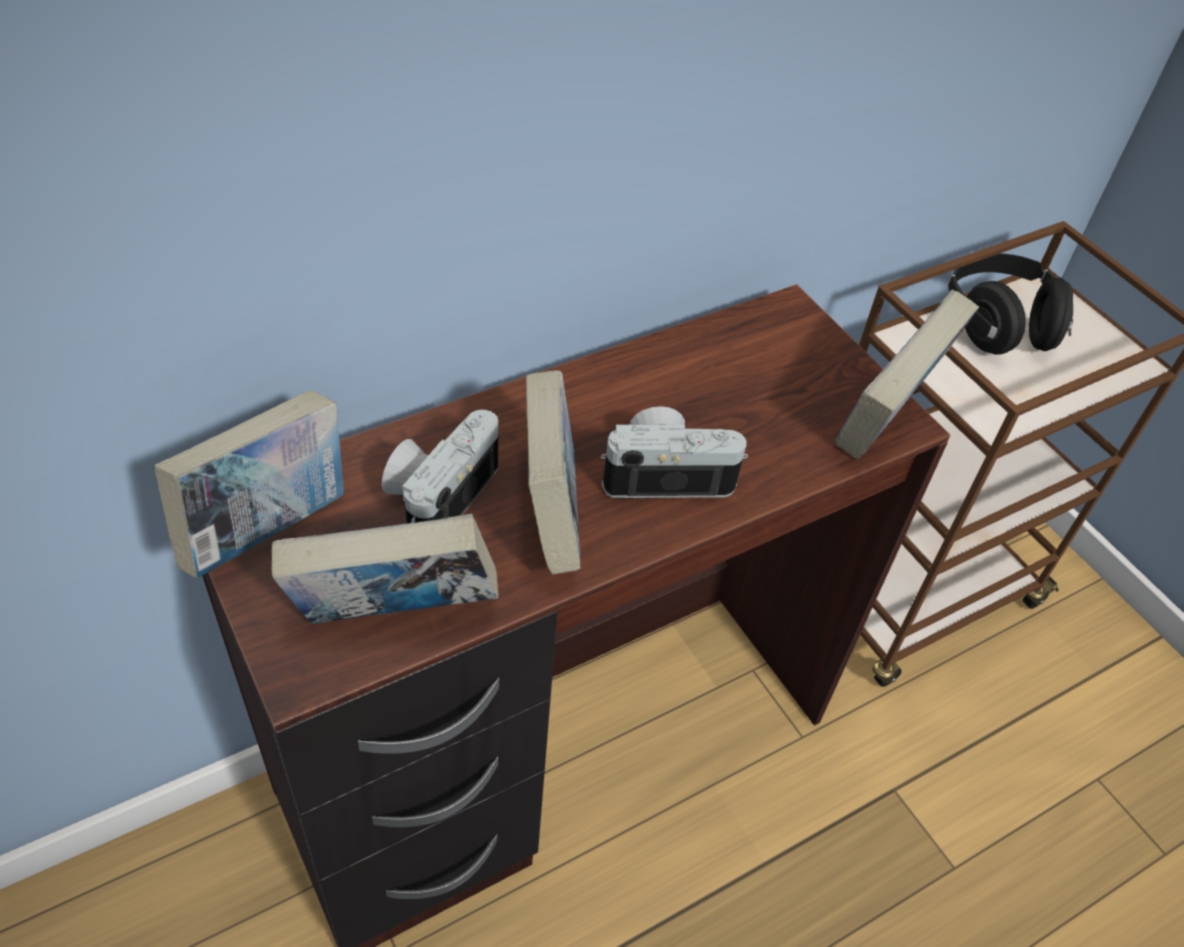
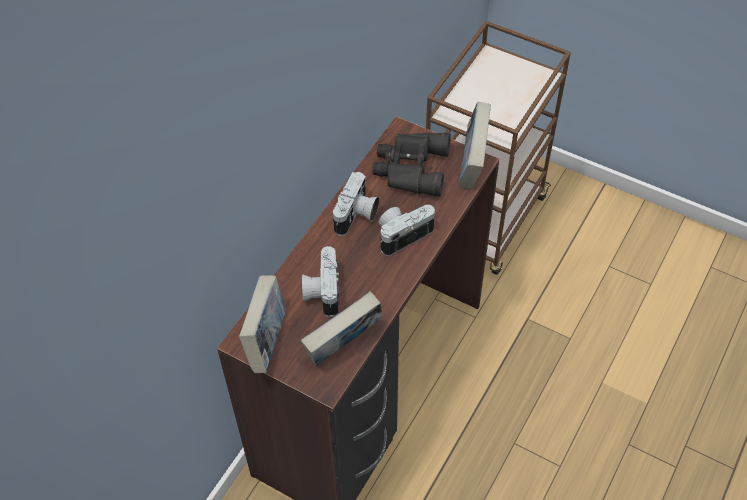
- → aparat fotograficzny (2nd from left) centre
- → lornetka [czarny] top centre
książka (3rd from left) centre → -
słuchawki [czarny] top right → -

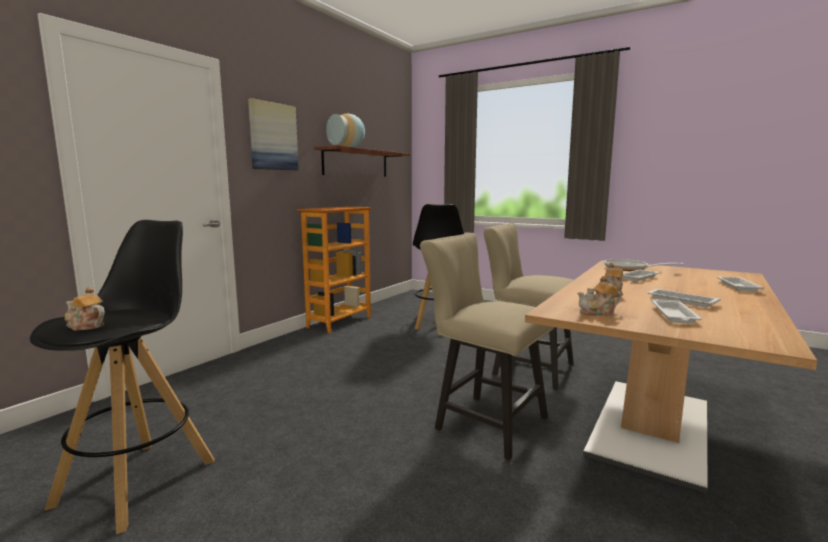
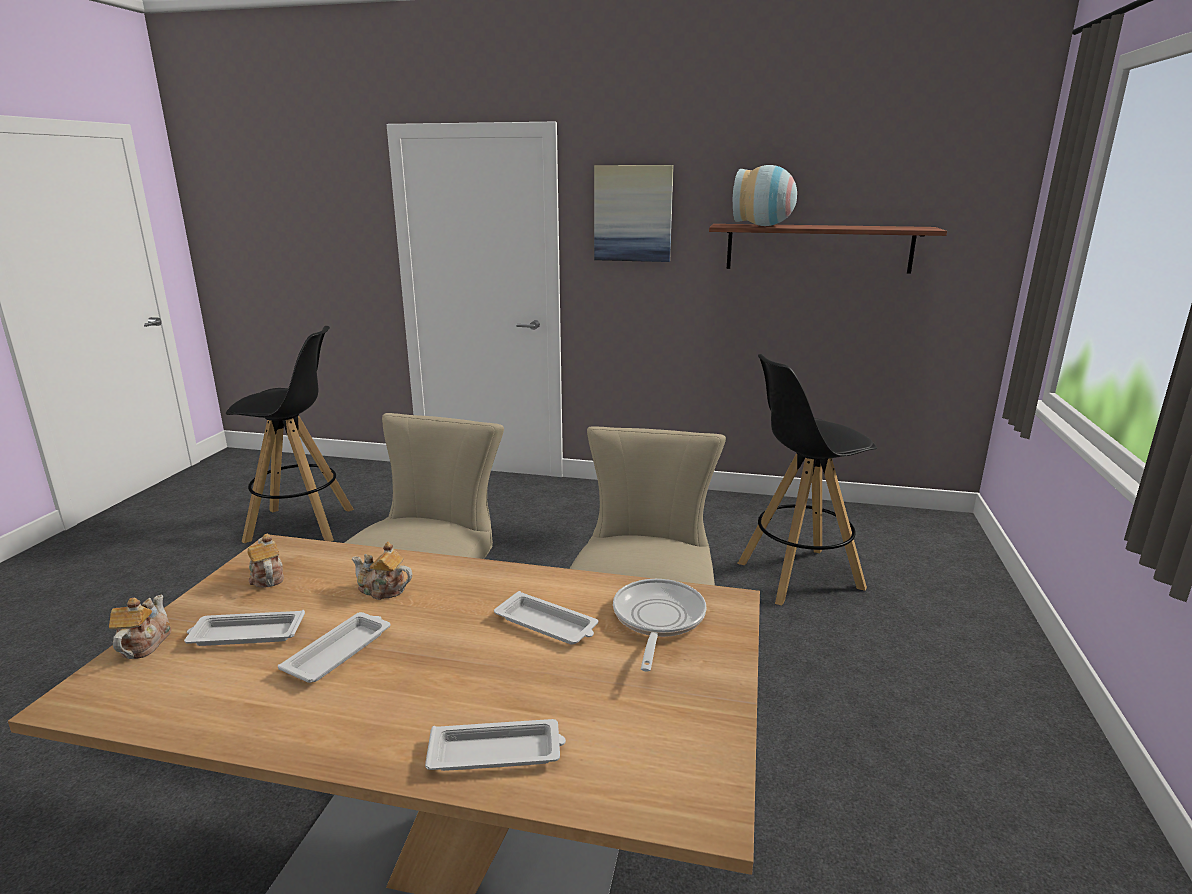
imbryk (1st from left) middle left → imbryk (1st from left) bottom left, move
regał centre → -

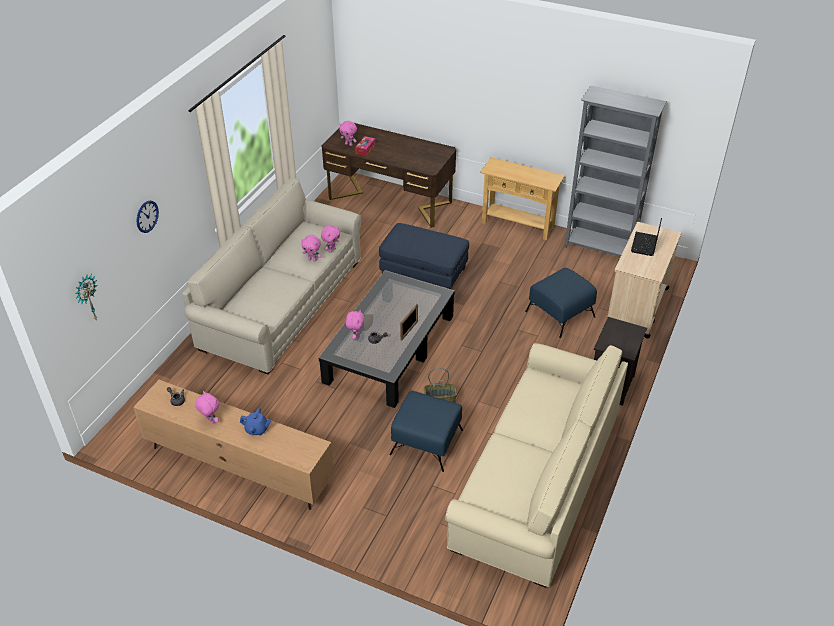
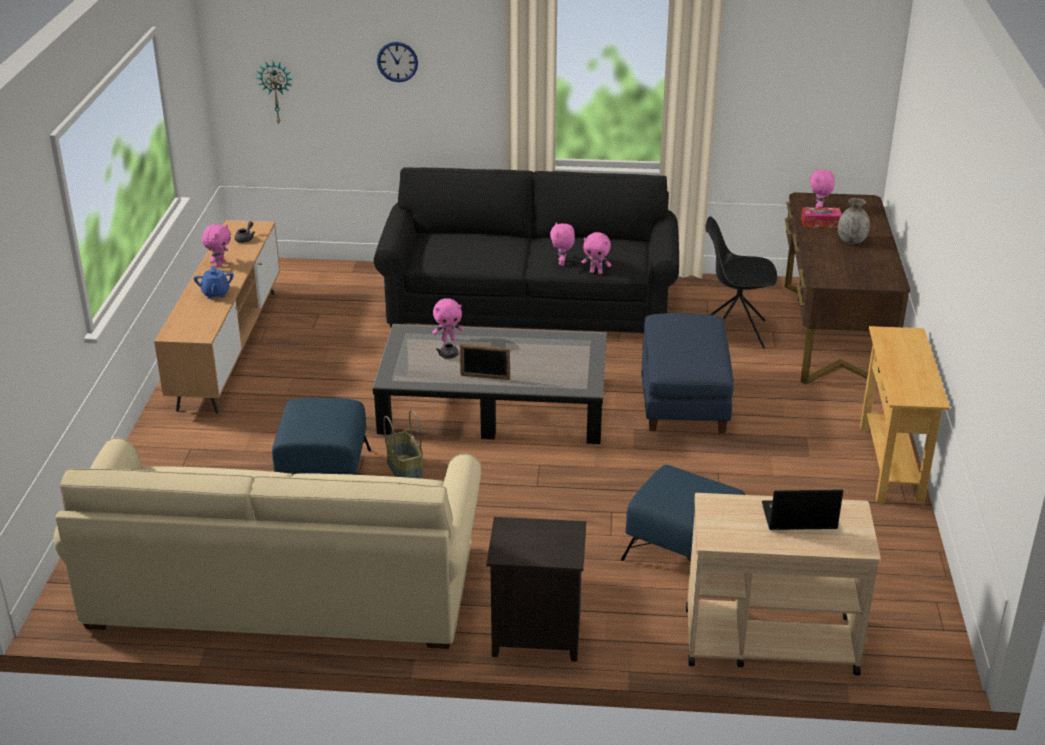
kanapa [beżowy] (1st from left) middle left → kanapa [czarny] centre
- → krzesło [czarny] middle right
- → wazon [szary] top right
regał [szary] top right → -

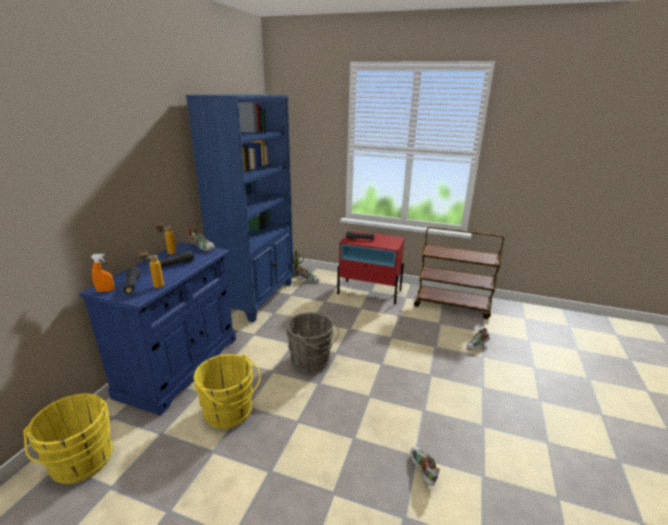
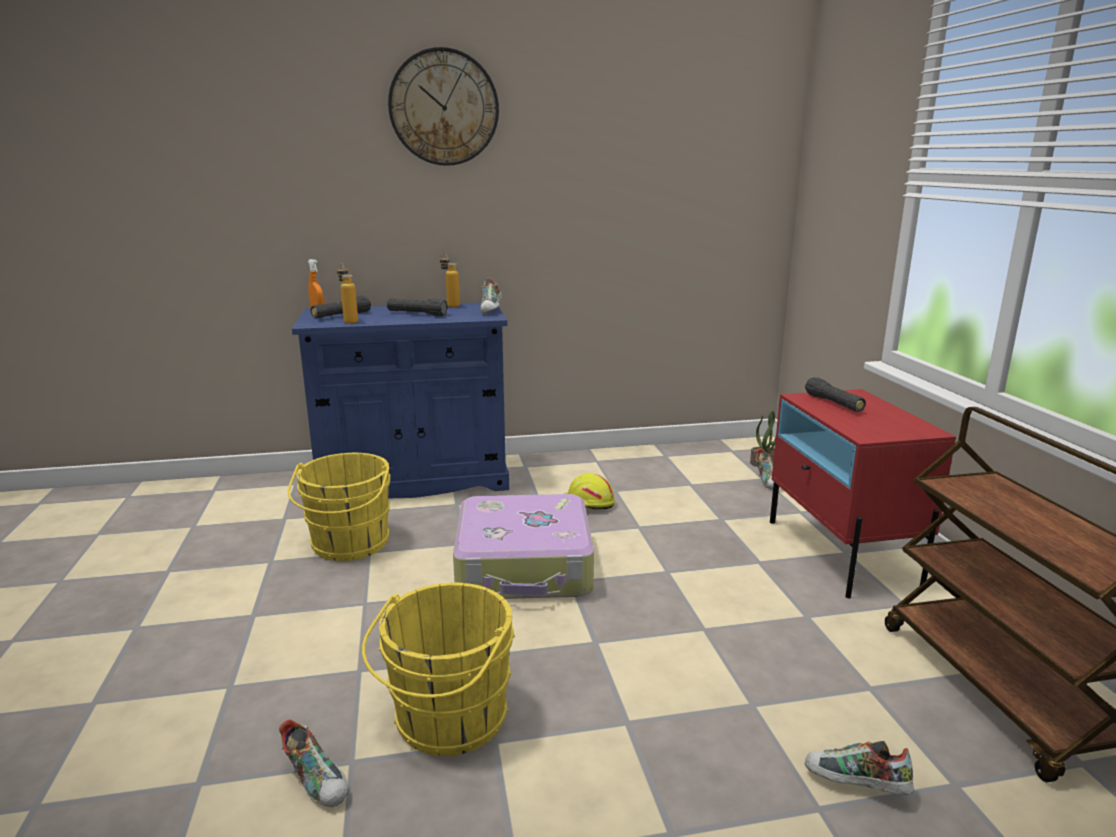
but (3rd from left in the first image) bottom centre → but (1st from left) bottom left, 90 degrees clockwise
wiadro [żółty] (1st from left in the first image) bottom left → wiadro [żółty] (2nd from left) bottom centre, move
- → zegar ścienny top centre
wiadro [szary] centre → walizka centre
- → kask [żółty] centre
regał [niebieski] centre → -

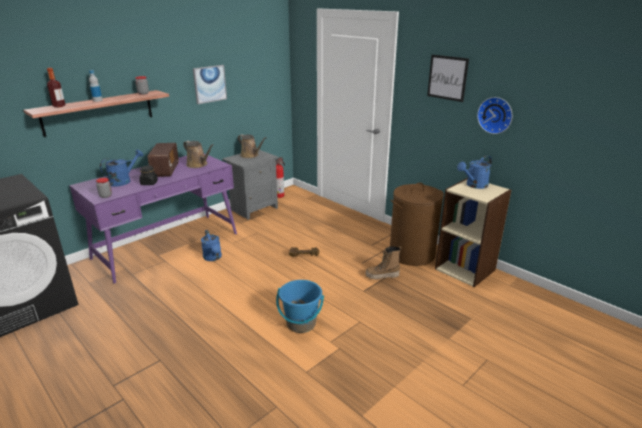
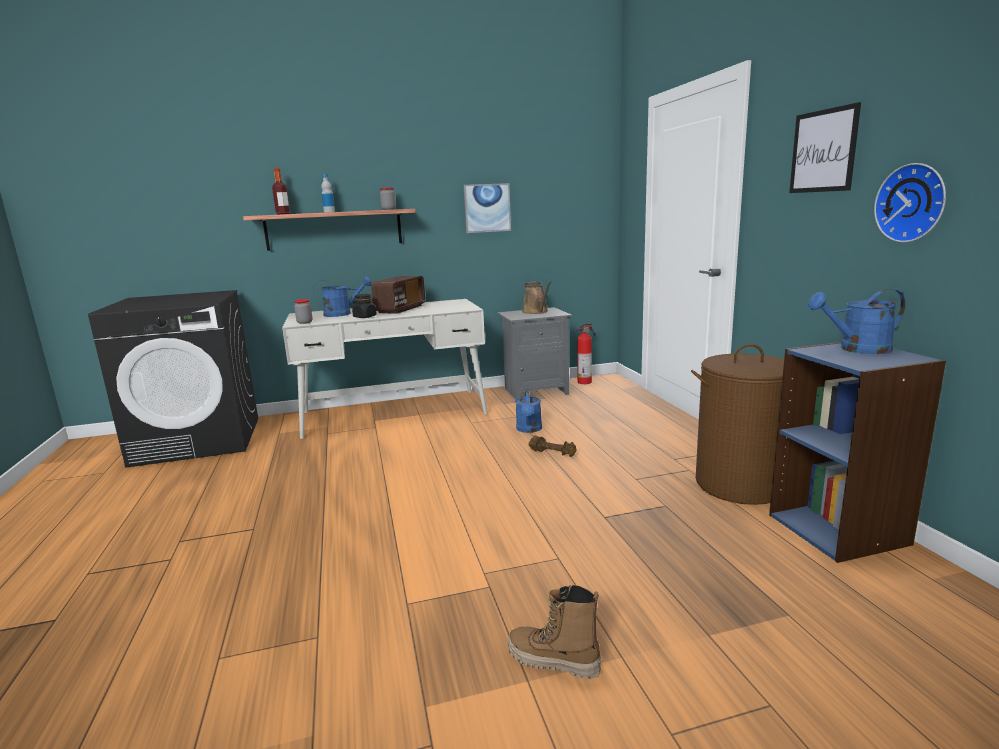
biurko [fioletowy] middle left → biurko [biały] centre
but z cholewką centre → but z cholewką bottom centre, move
konewka [niebieski] (2nd from left) middle left → konewka [niebieski] (2nd from left) centre, move
regał [beżowy] middle right → regał [niebieski] middle right
konewka [brązowy] (1st from left) middle left → -
wiadro [niebieski] bottom centre → -

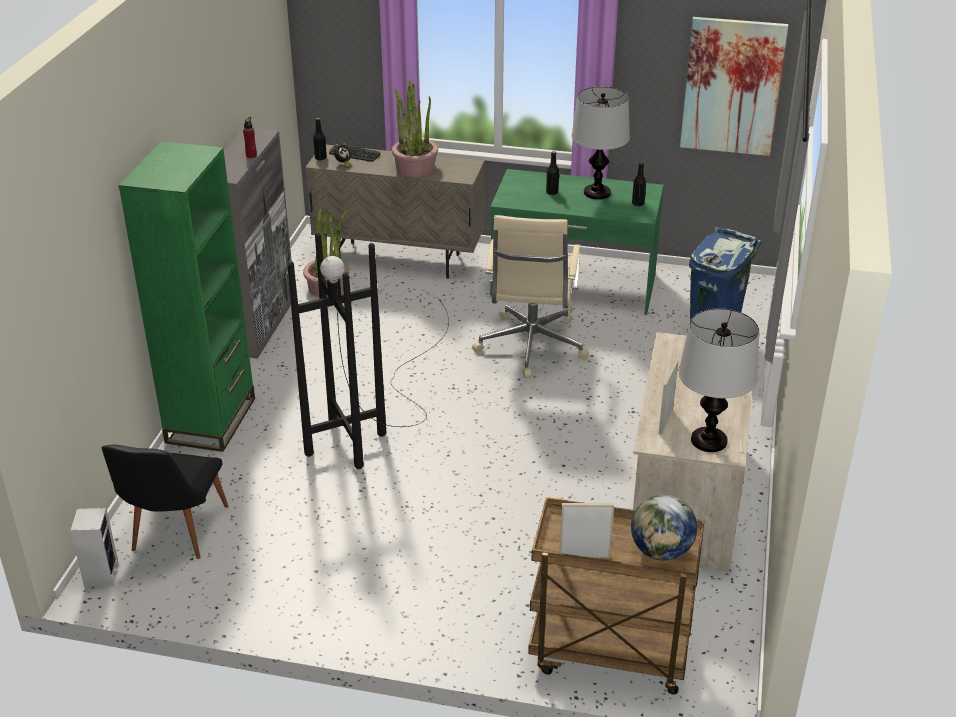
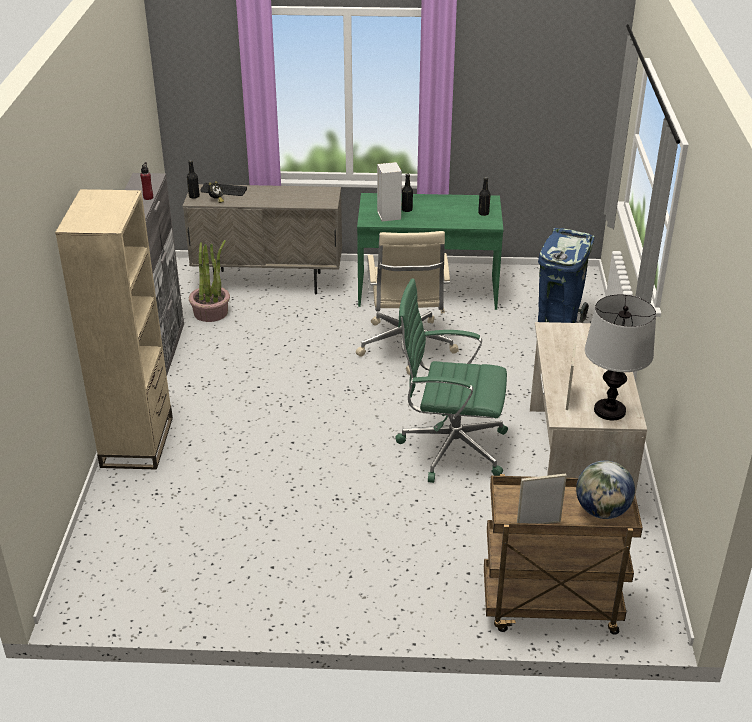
regał [zielony] middle left → regał [beżowy] middle left
głośnik bottom left → głośnik top centre, move
- → krzesło biurowe [zielony] centre
krzesło [czarny] bottom left → -
lampa stojąca [czarny] centre → -
roślina doniczkowa (2nd from left) top centre → -
lampa stołowa (1st from left) top centre → -
obraz top right → -

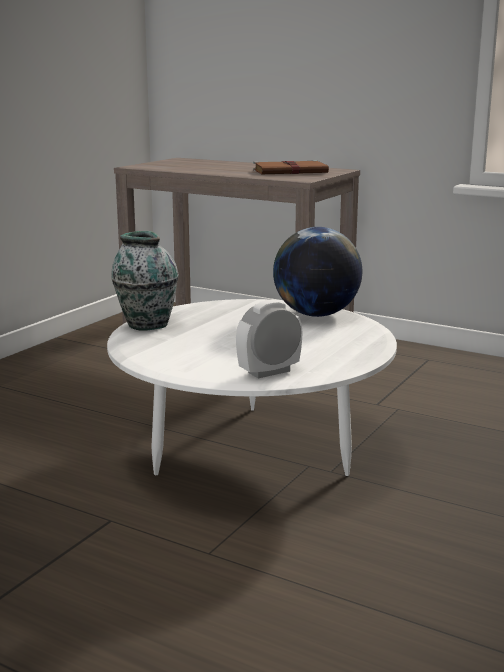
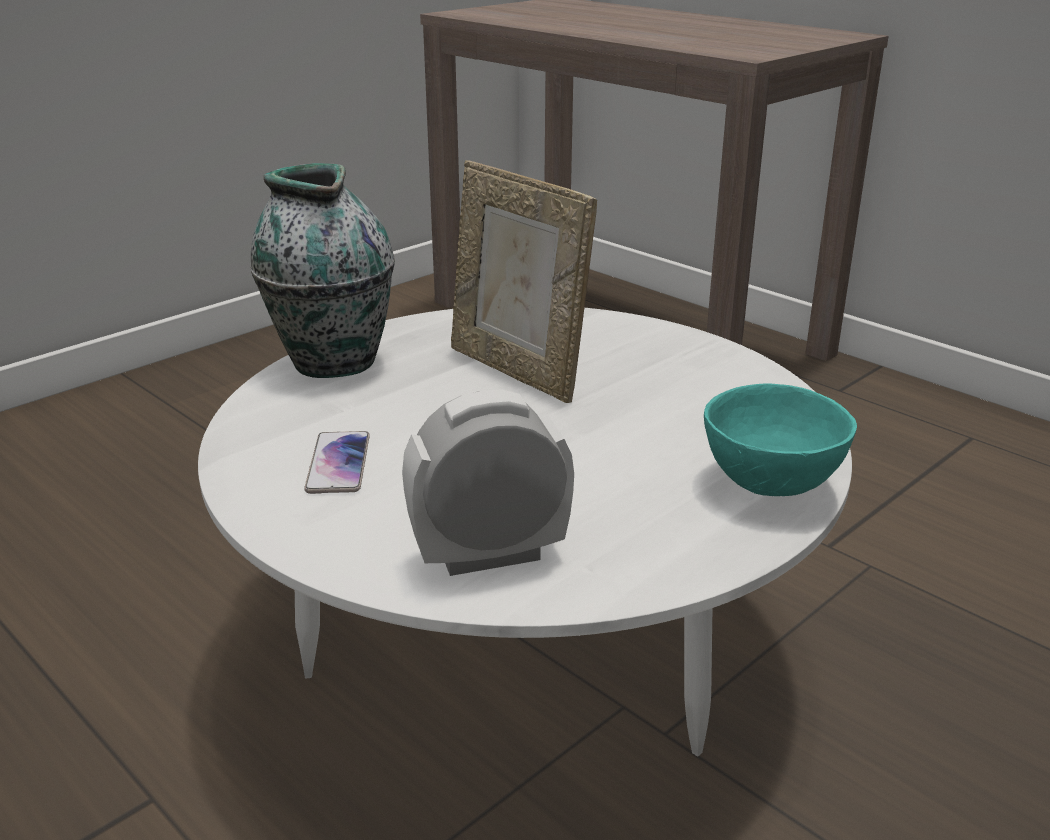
- → telefon middle left
- → ramka na zdjęcie centre
- → miska [turkusowy] middle right
książka [brązowy] top centre → -
globus centre → -

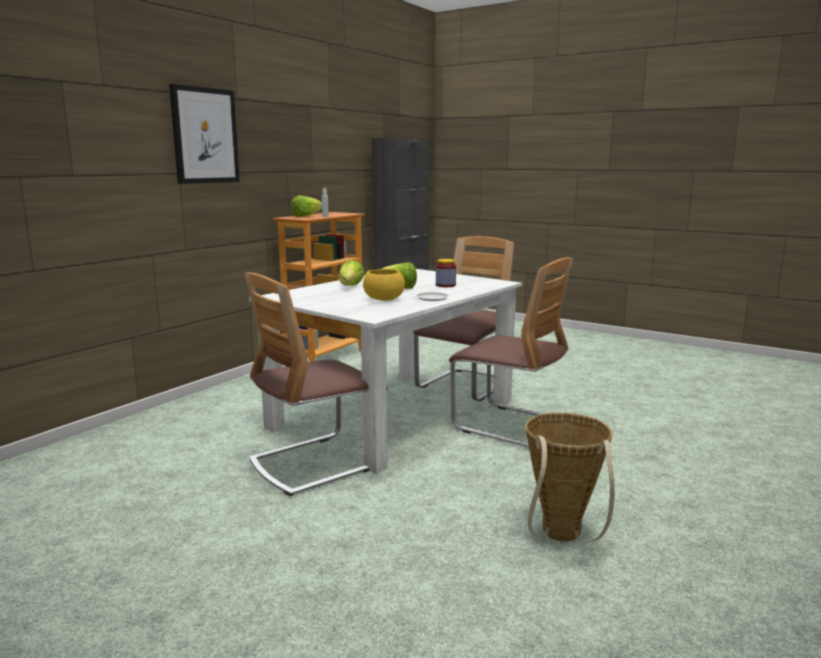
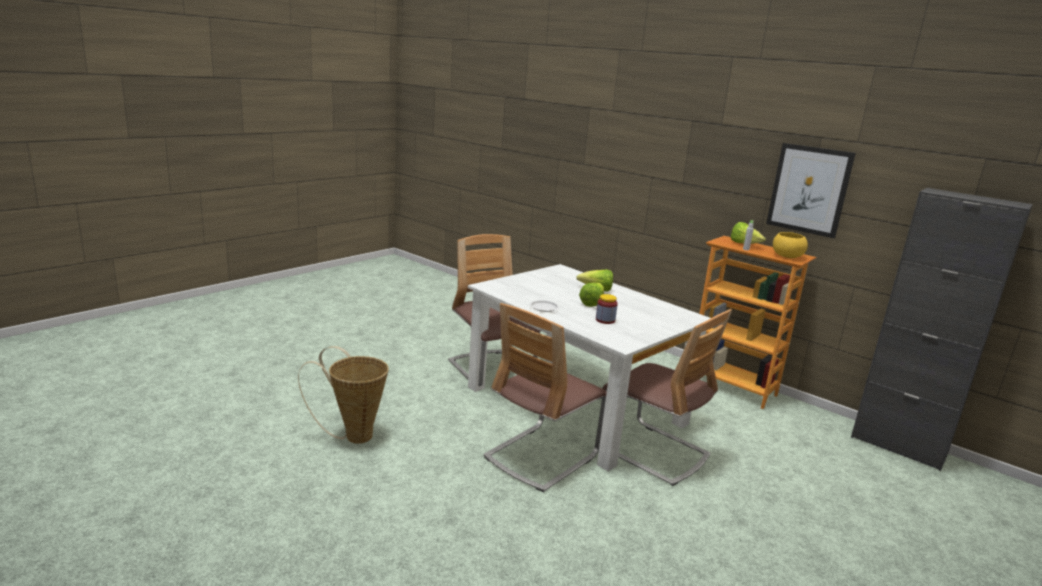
obraz top left → obraz top right, move
miska [żółty] centre → miska [żółty] middle right, move

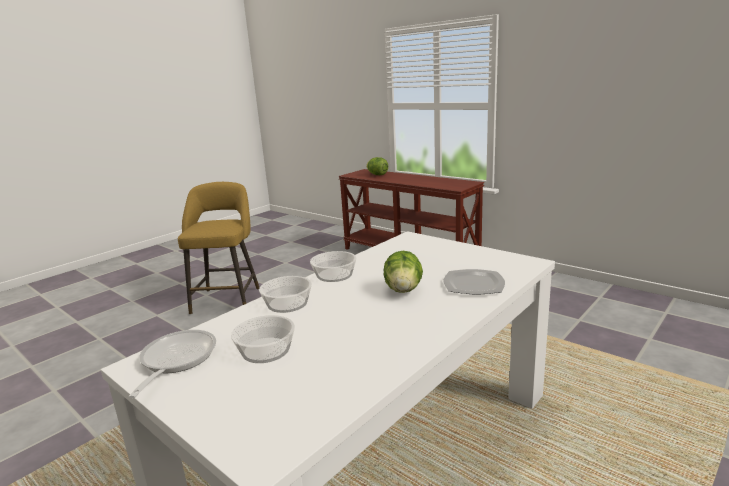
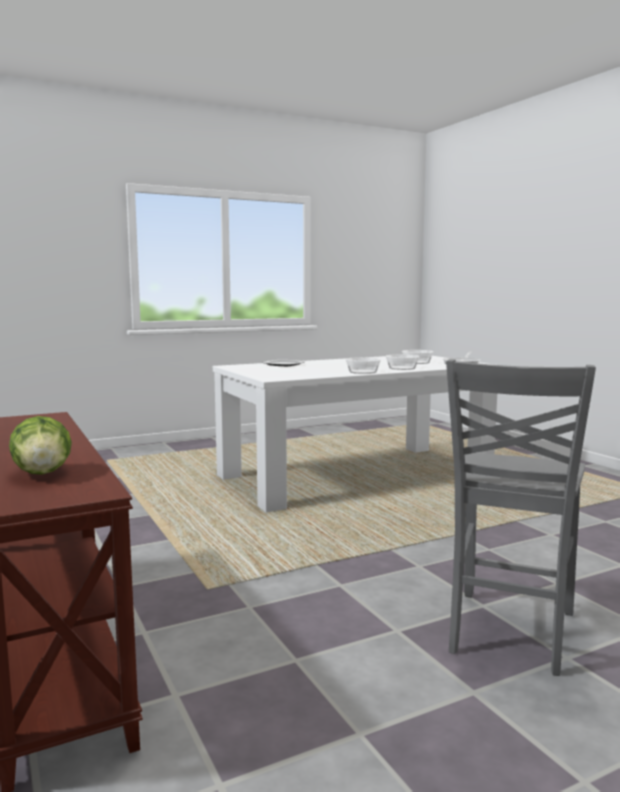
stołek [żółty] middle left → krzesło [szary] middle right
sałata (2nd from left) centre → -

